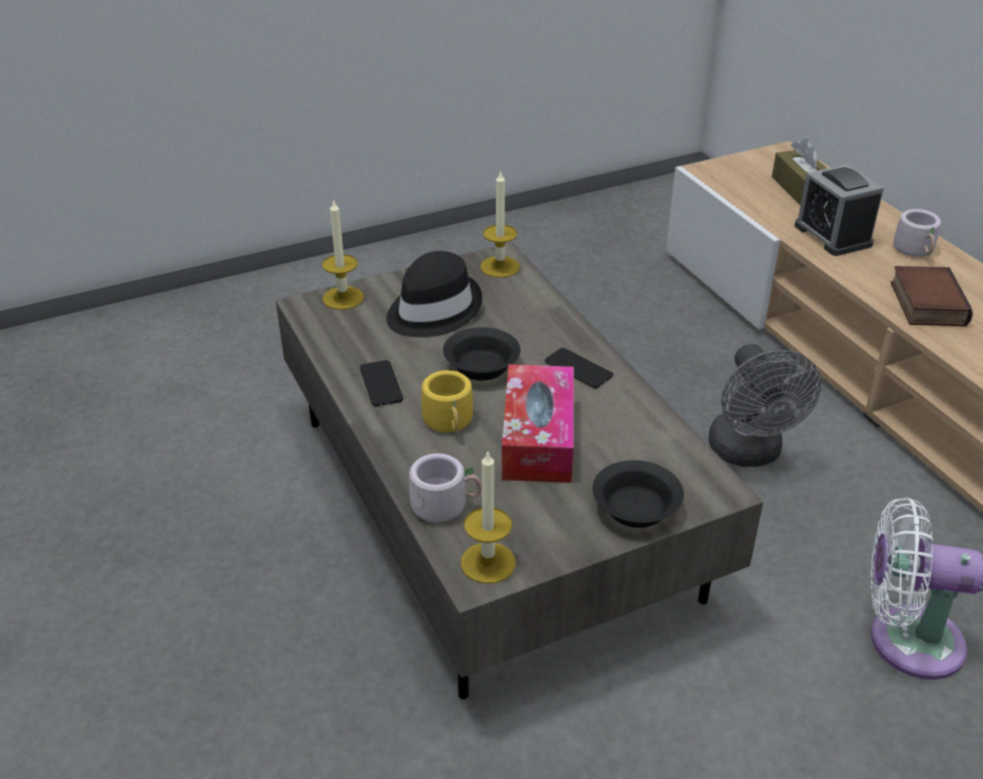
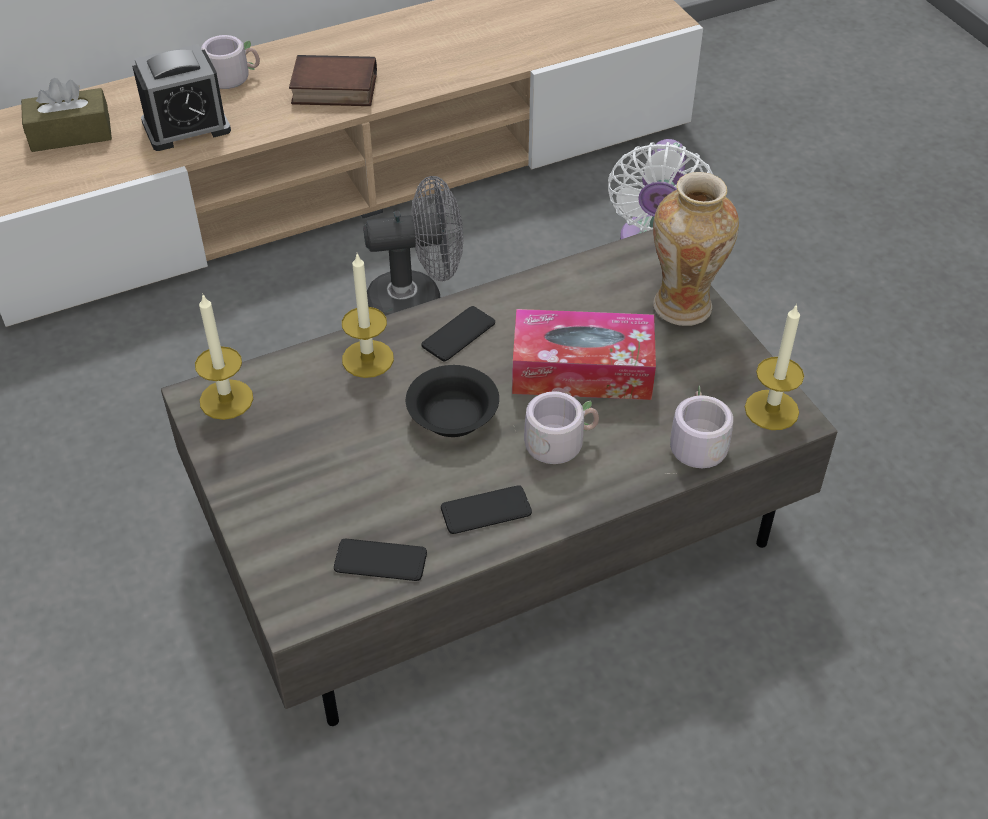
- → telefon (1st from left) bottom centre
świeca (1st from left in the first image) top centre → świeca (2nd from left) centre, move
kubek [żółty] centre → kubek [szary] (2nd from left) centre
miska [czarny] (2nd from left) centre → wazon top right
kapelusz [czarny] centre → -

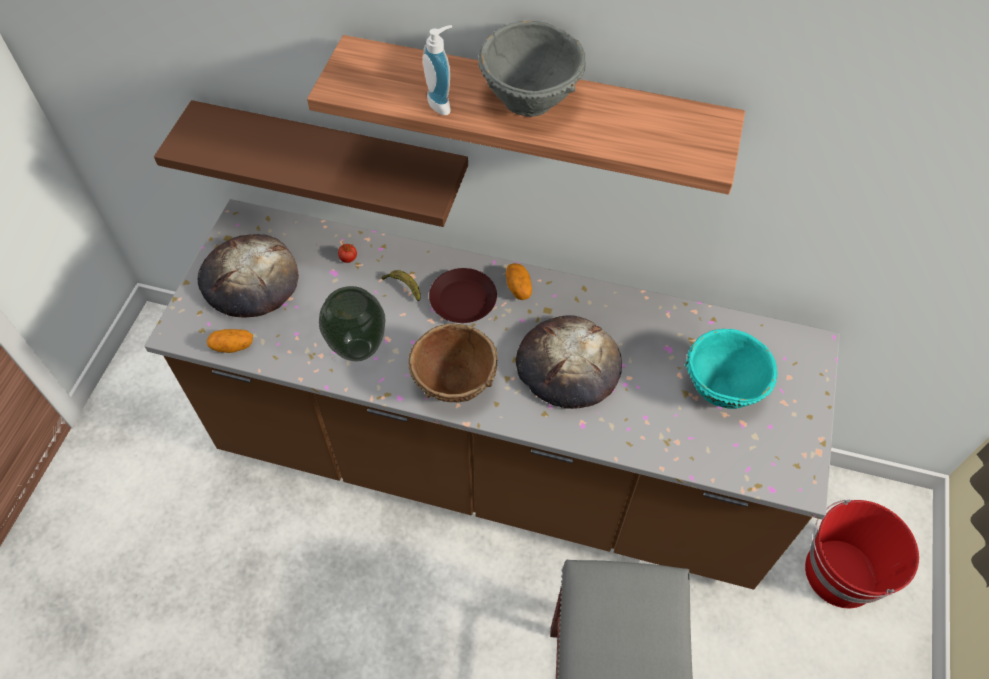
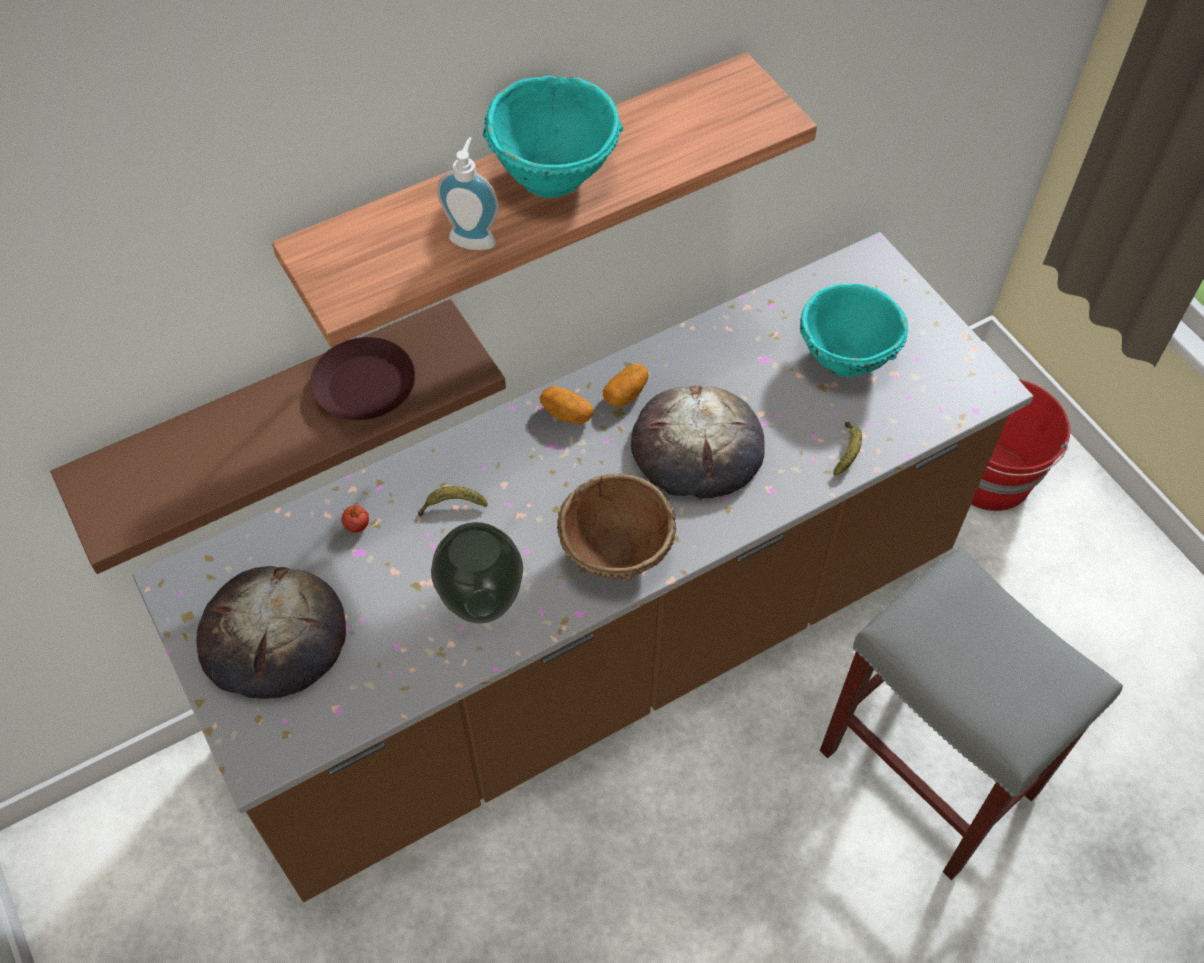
talerz [brązowy] centre → talerz [brązowy] middle left, move
miska [szary] top centre → miska [turkusowy] (1st from left) top centre
ziemniak (1st from left in the first image) middle left → ziemniak (2nd from left) centre, move
- → banan (2nd from left) middle right

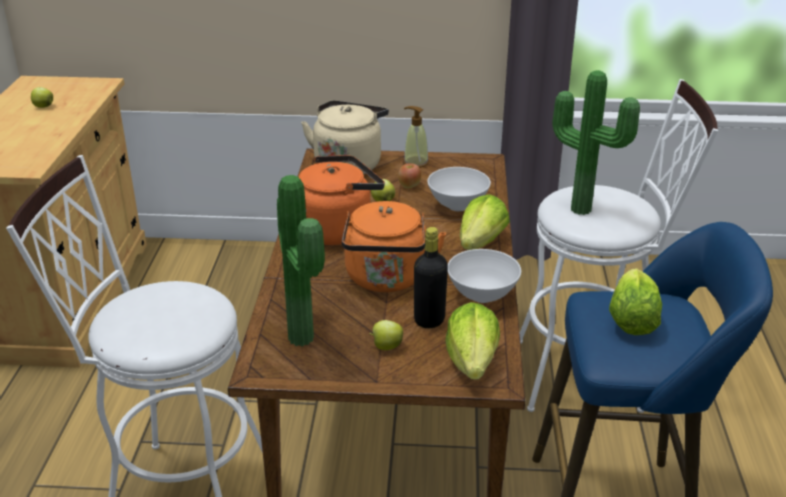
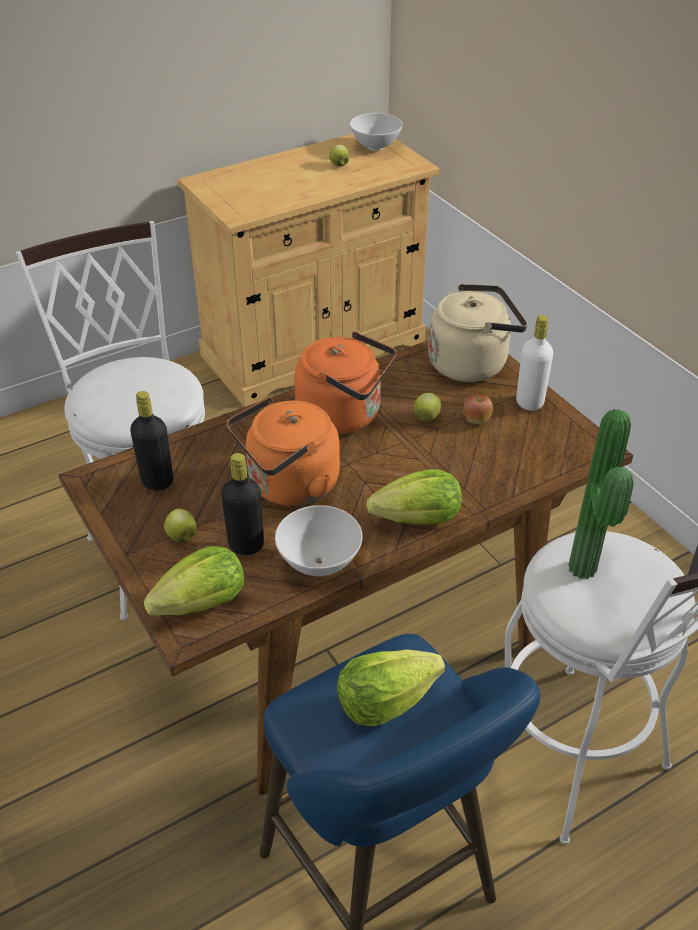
roślina doniczkowa (1st from left) centre → butelka [czarny] (1st from left) middle left
miska [biały] (1st from left in the first image) centre → miska [biały] (2nd from left) top centre, move
dozownik mydła top centre → butelka [biały] middle right

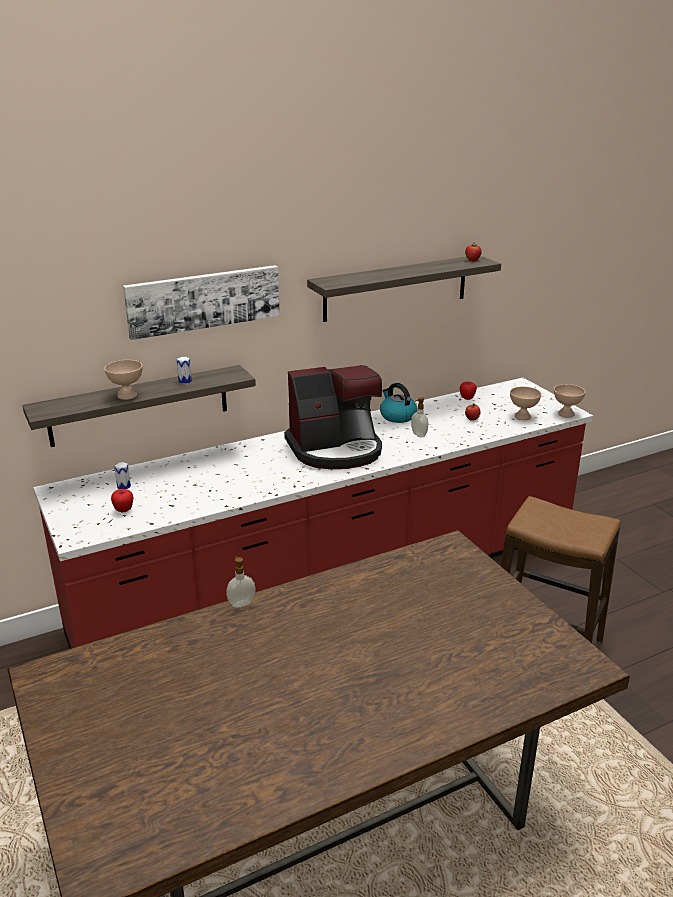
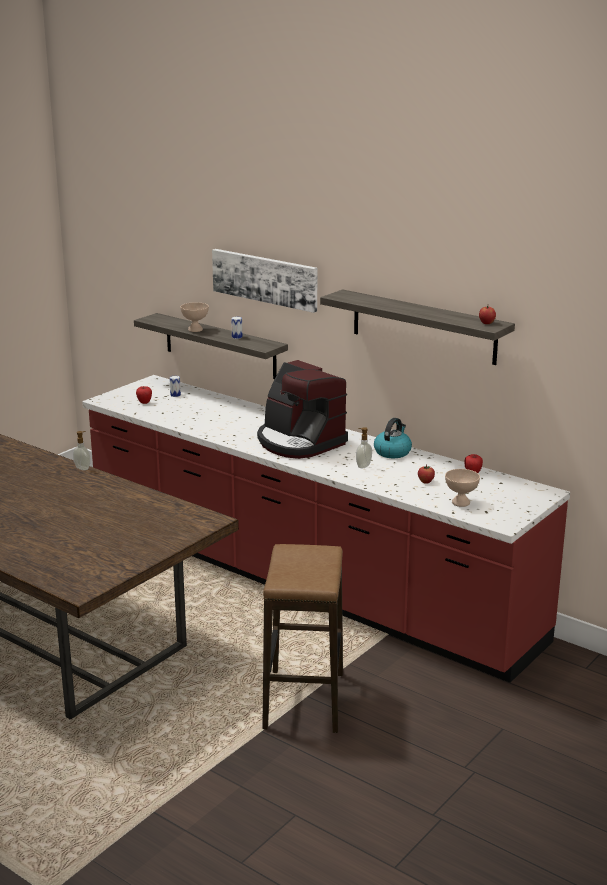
miska [beżowy] (3rd from left) middle right → -

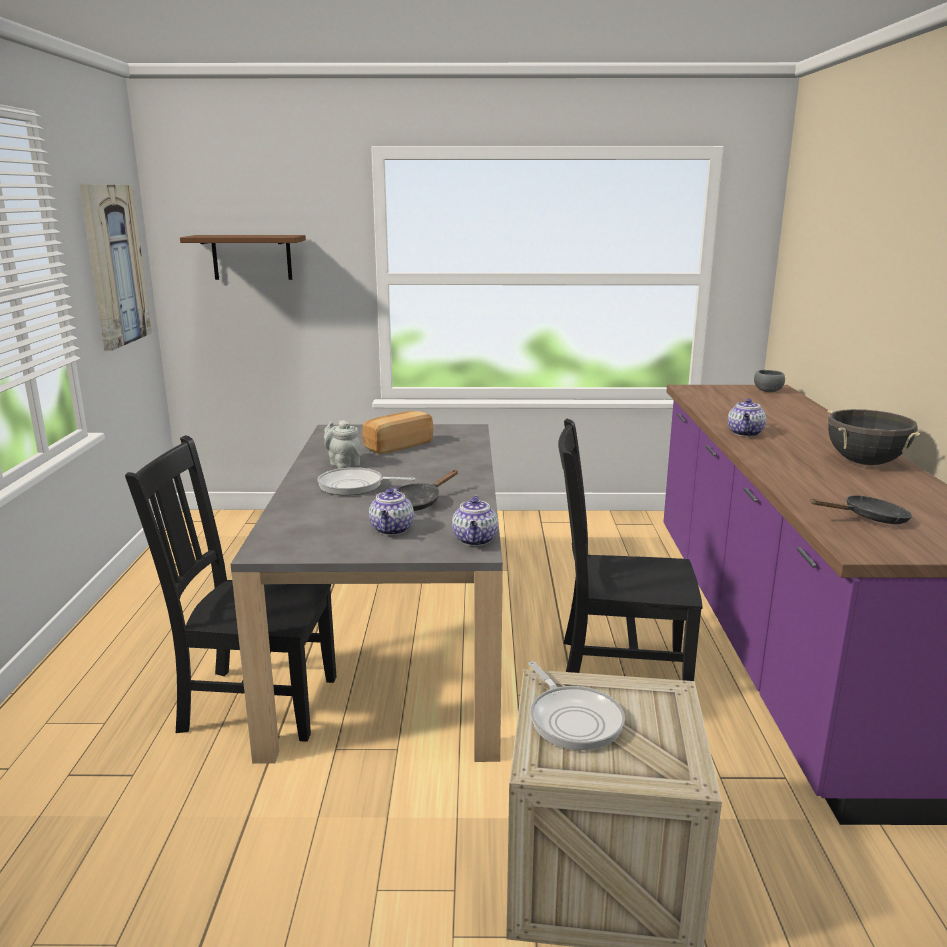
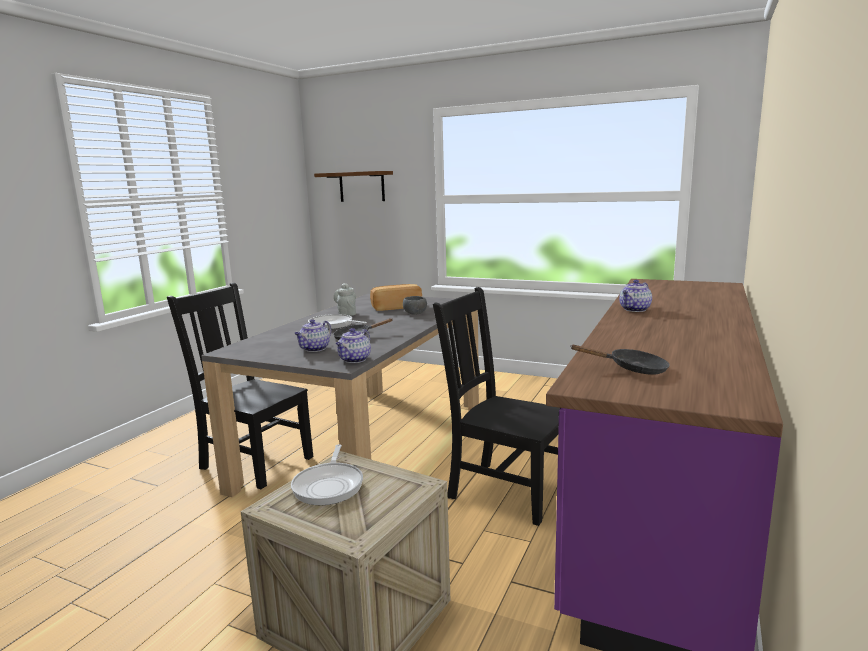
miska [szary] middle right → miska [szary] centre, move
obraz top left → -
garnek [czarny] middle right → -

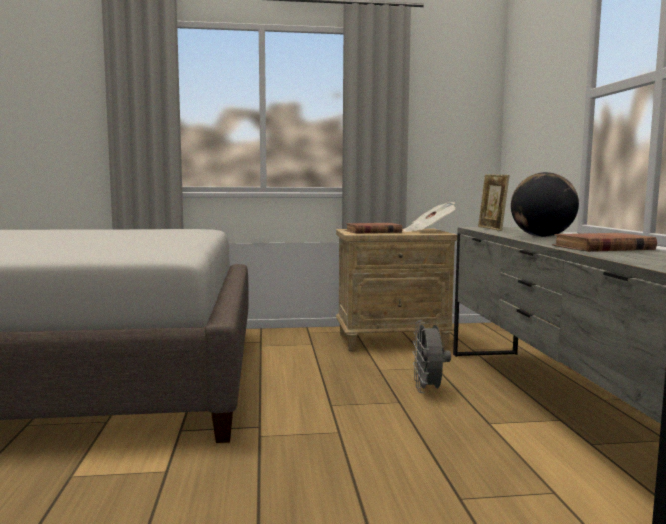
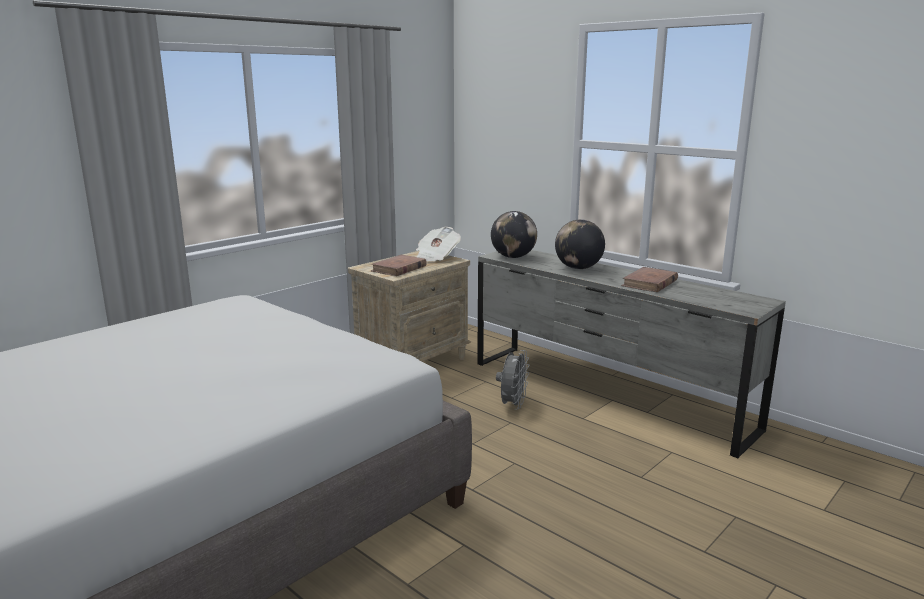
ramka na zdjęcie middle right → globus (1st from left) centre
wentylator [szary] bottom centre → wentylator [szary] centre, 120 degrees counterclockwise

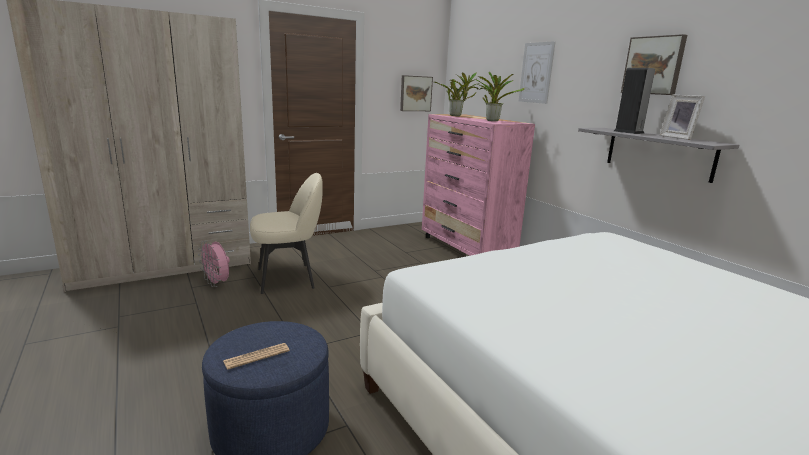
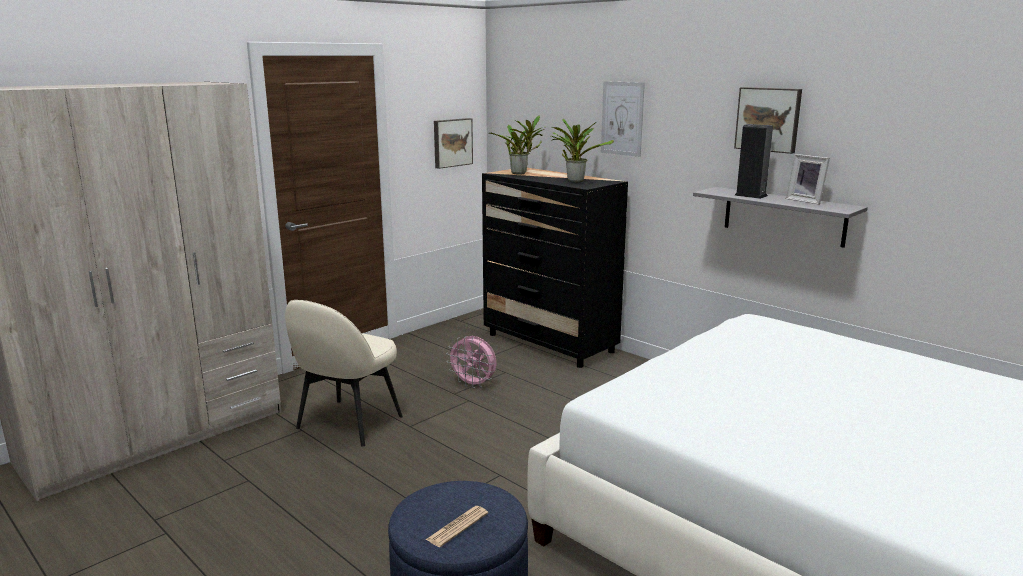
krzesło [beżowy] centre, 150 degrees clockwise
wentylator [różowy] middle left → wentylator [różowy] centre, move
komoda [różowy] centre → komoda [czarny] centre

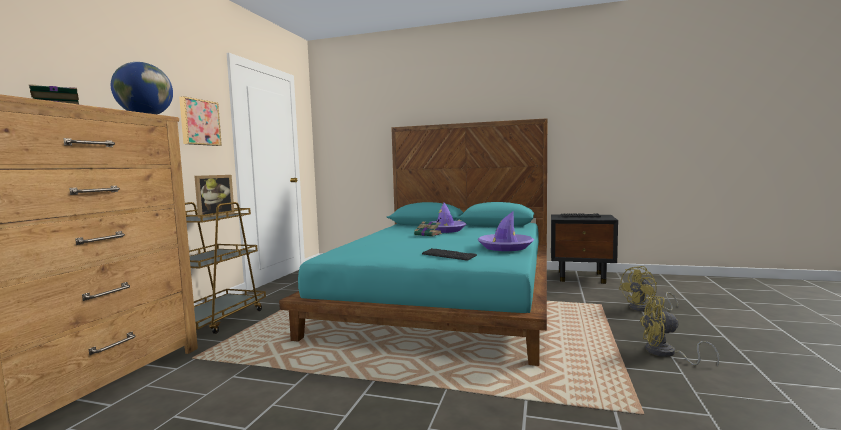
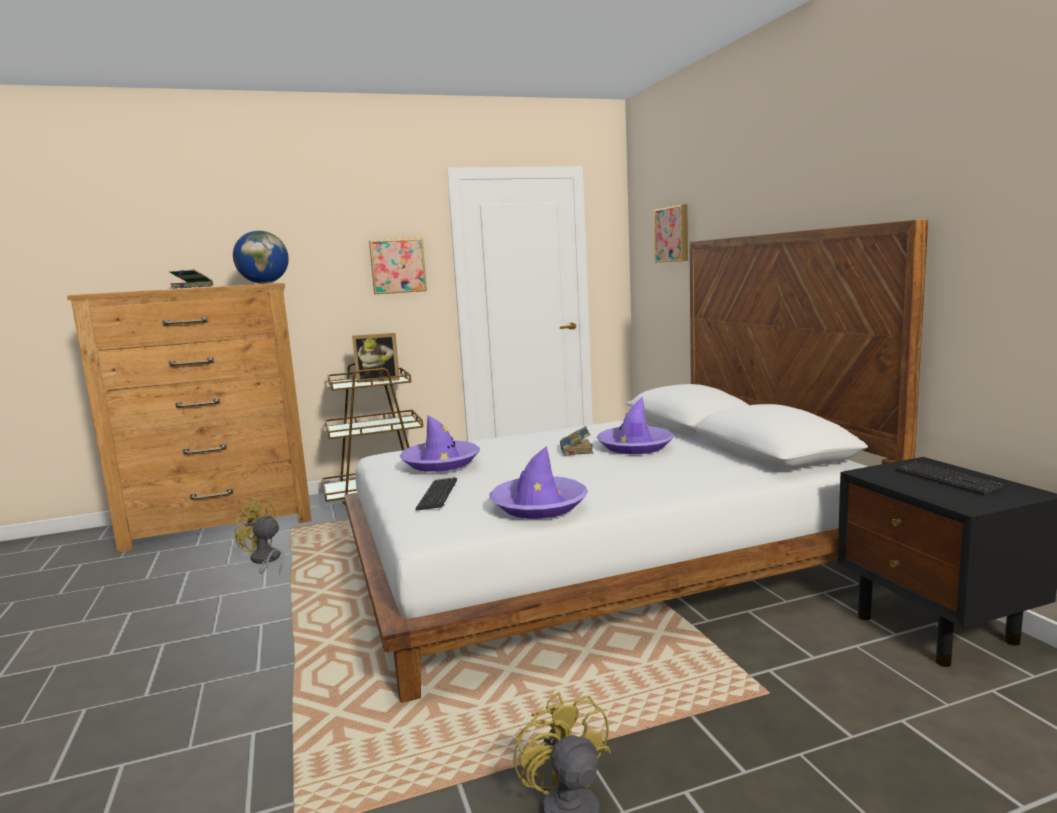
wentylator [żółty] (1st from left) bottom right → wentylator [żółty] (1st from left) middle left, move
łóżko [turkusowy] centre → łóżko [biały] centre
- → kapelusz [fioletowy] (1st from left) centre
- → obraz (2nd from left) top centre

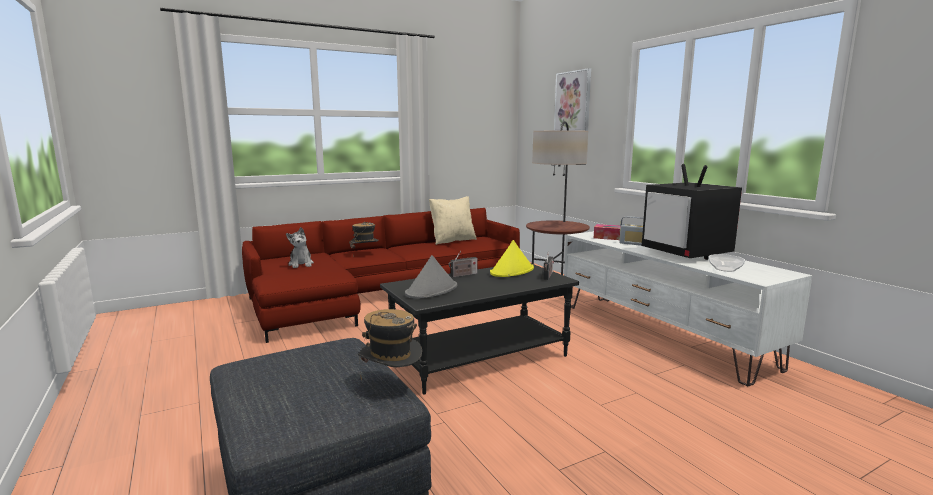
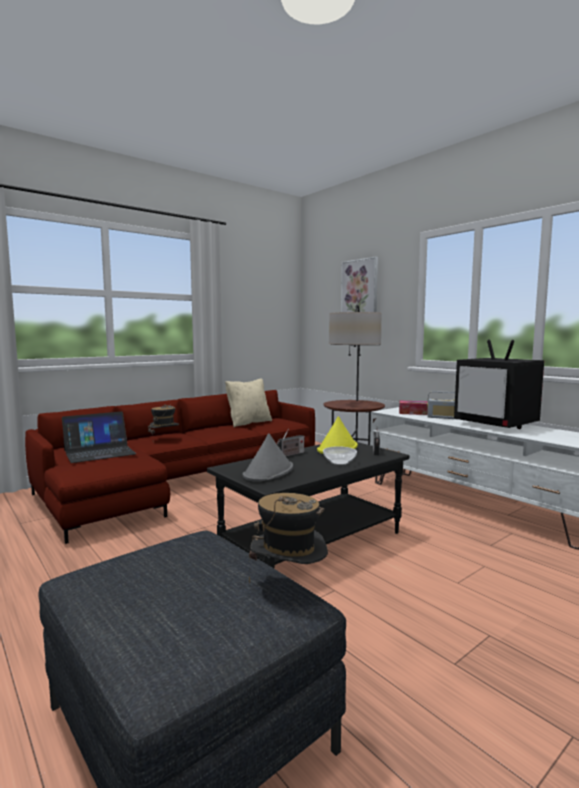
pluszak middle left → laptop middle left
miska middle right → miska centre, move

